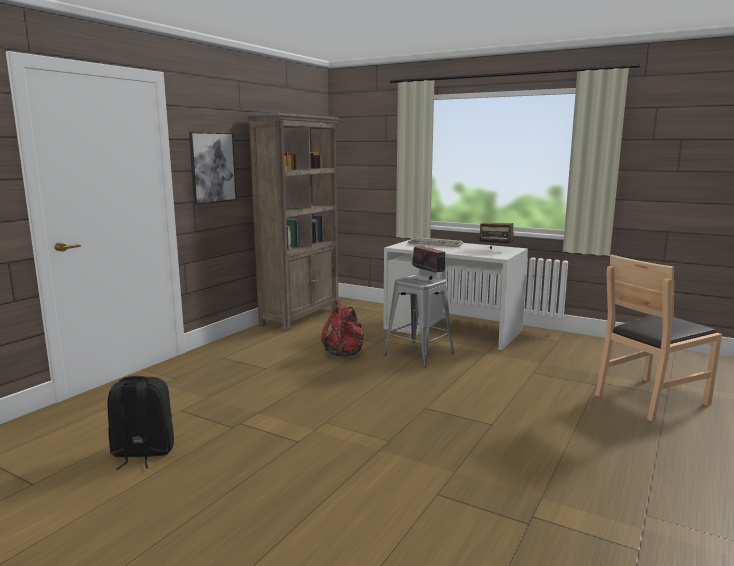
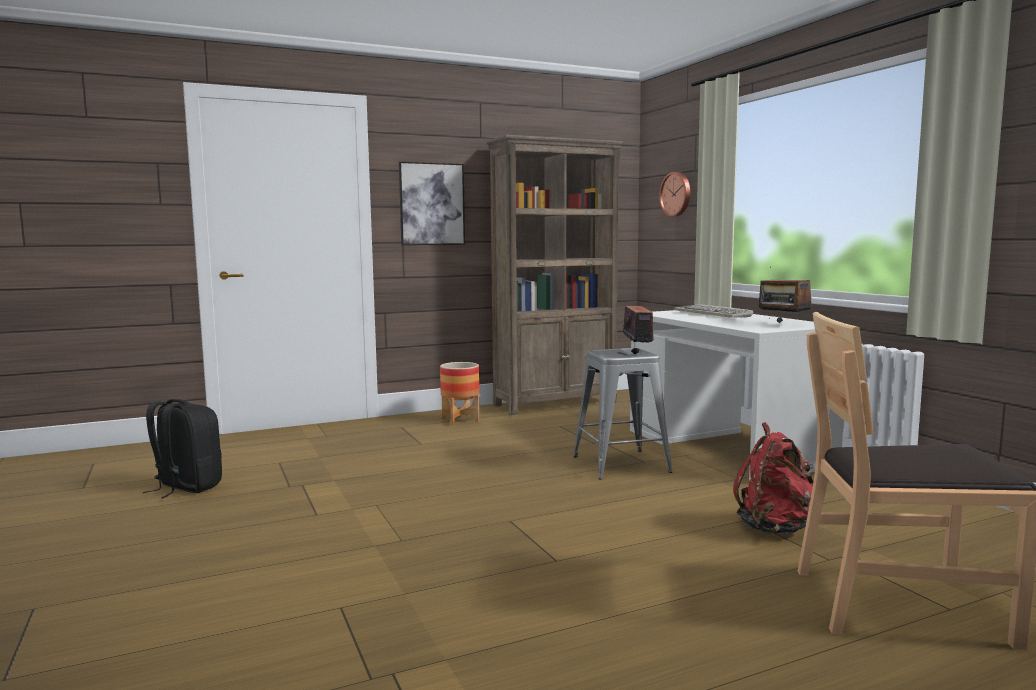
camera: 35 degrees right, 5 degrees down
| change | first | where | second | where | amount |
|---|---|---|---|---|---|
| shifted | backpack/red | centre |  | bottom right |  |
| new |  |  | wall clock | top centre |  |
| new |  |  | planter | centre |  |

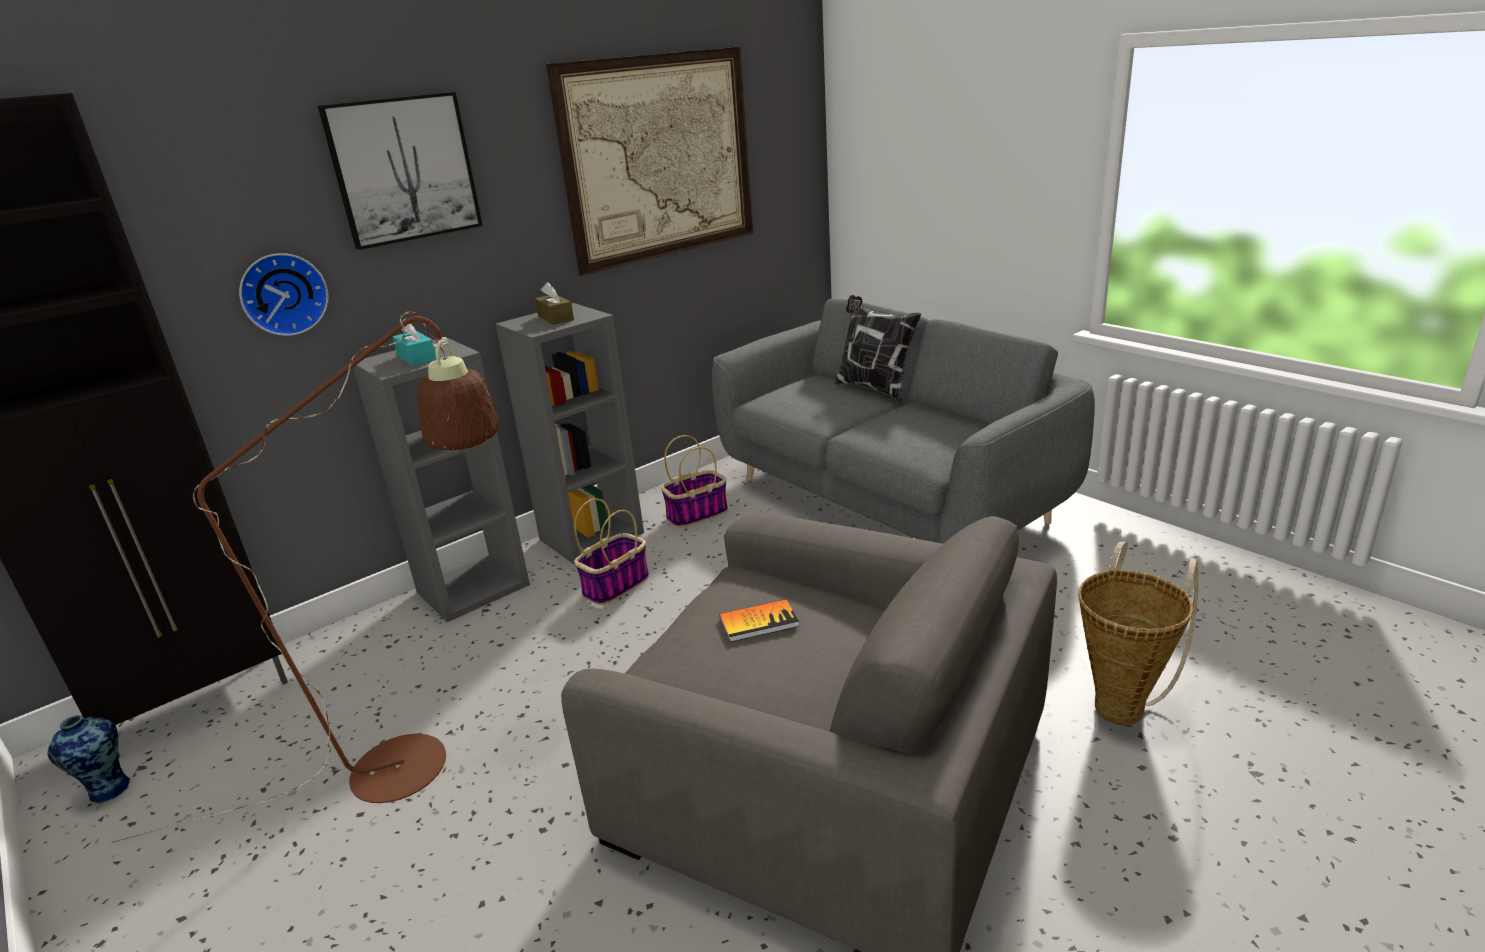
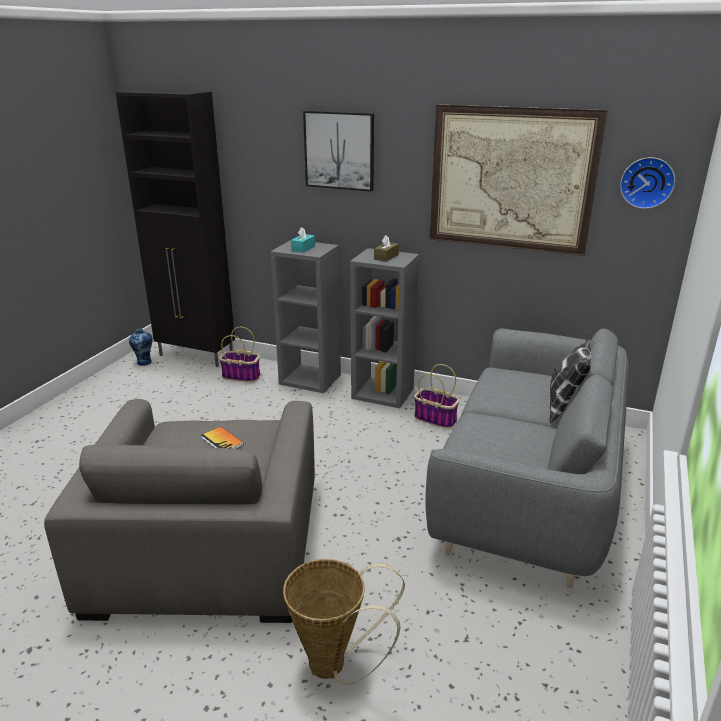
camera: 60 degrees right, 0 degrees up
| change | first | where | second | where | amount |
|---|---|---|---|---|---|
| shifted | wall clock | top left |  | top right |  |
| gone | floor lamp/brown | middle left |  |  |  |
| shifted | basket (no. 1 from left) | centre |  | middle left |  |

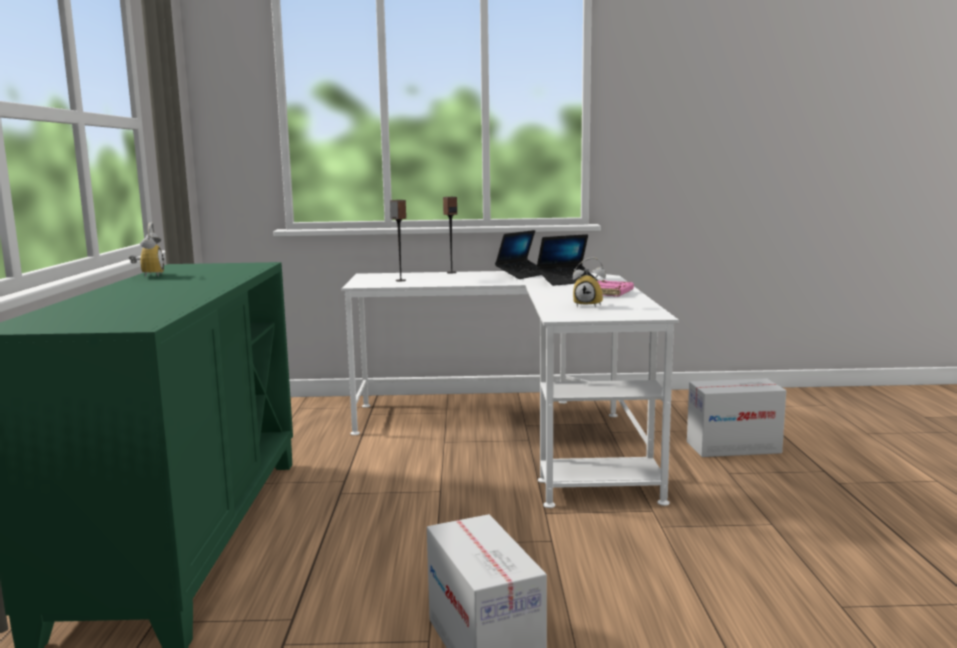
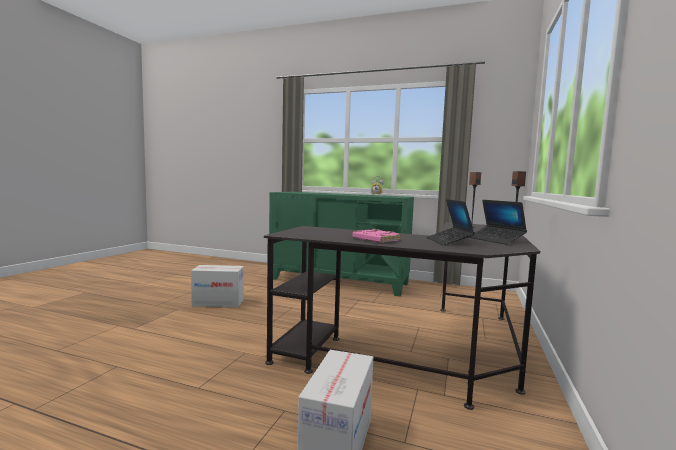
camera: 110 degrees right, 5 degrees down
| change | first | where | second | where | amount |
|---|---|---|---|---|---|
| gone | alarm clock (no. 2 from left) | centre |  |  |  |
| repainted | desk/white | centre | desk/black | bottom centre |  |

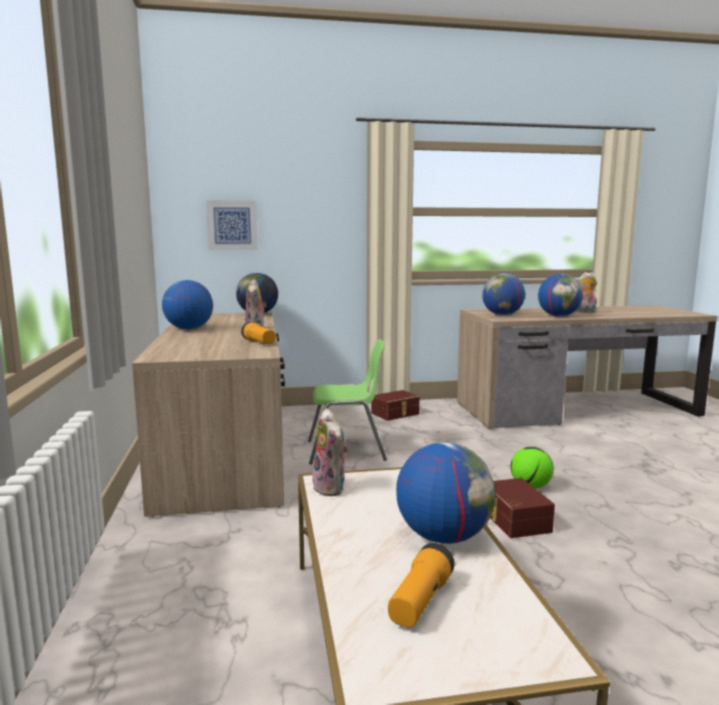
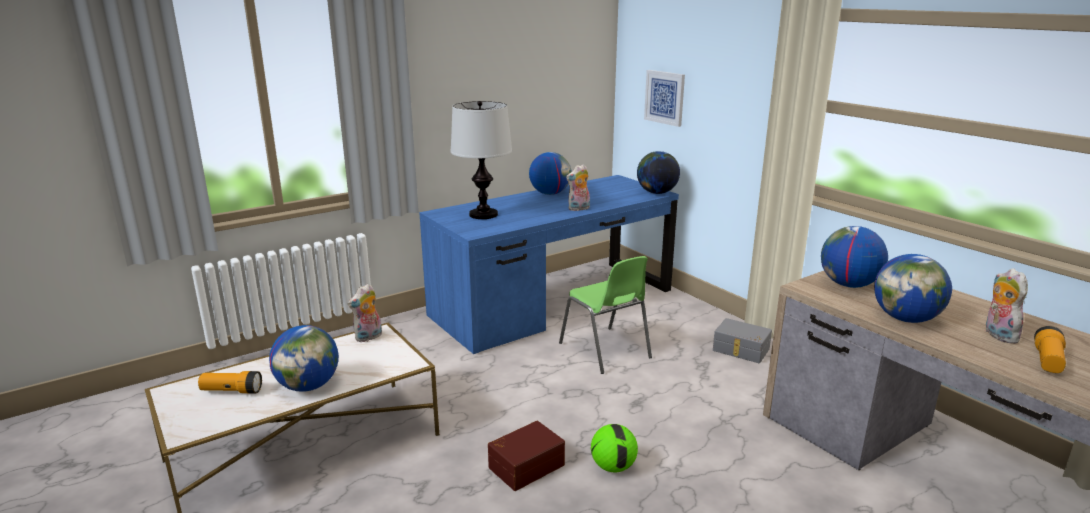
camera: 65 degrees right, 10 degrees up
| change | first | where | second | where | amount |
|---|---|---|---|---|---|
| repainted | desk/brown (no. 1 from left) | middle left | desk/blue | centre |  |
| shifted | flashlight (no. 1 from left in the first image) | centre | flashlight (no. 2 from left) | bottom right |  |
| repainted | storage box/brown (no. 1 from left) | centre | storage box/grey | middle right |  |
| new |  |  | table lamp | top centre |  |

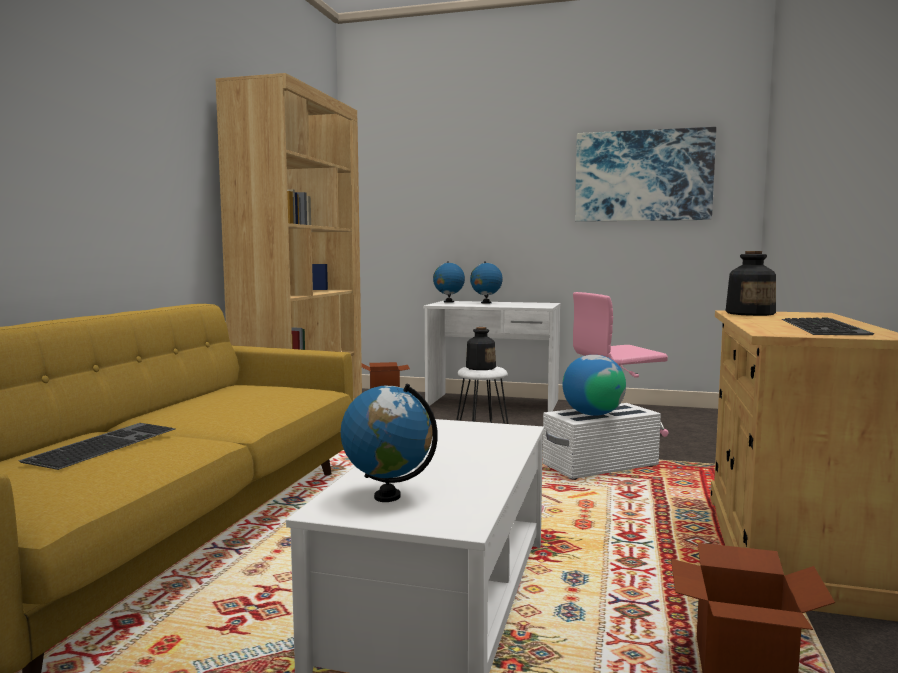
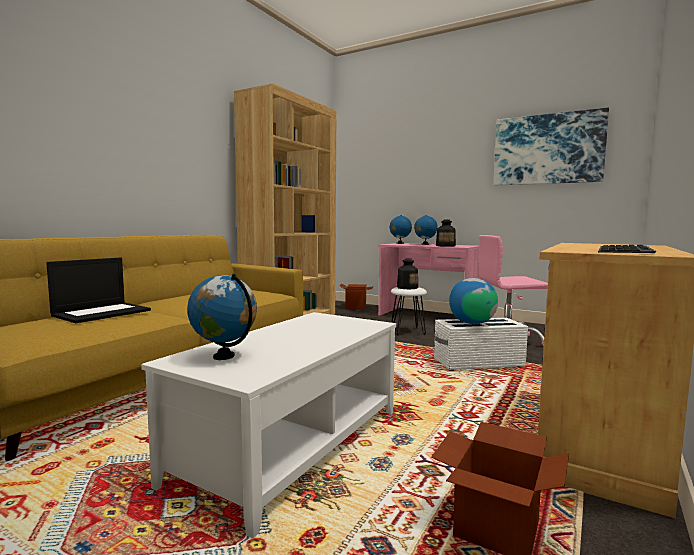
camera: 15 degrees right, 0 degrees up
| change | first | where | second | where | amount |
|---|---|---|---|---|---|
| shifted | bottle (no. 2 from left) | middle right |  | centre |  |
| repainted | desk/white | centre | desk/pink | centre |  |
| swapped | keyboard (no. 1 from left) | middle left | laptop | middle left |  |

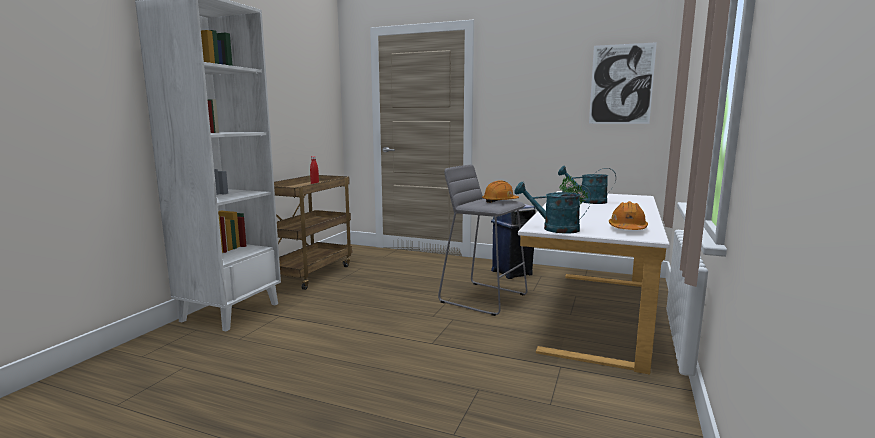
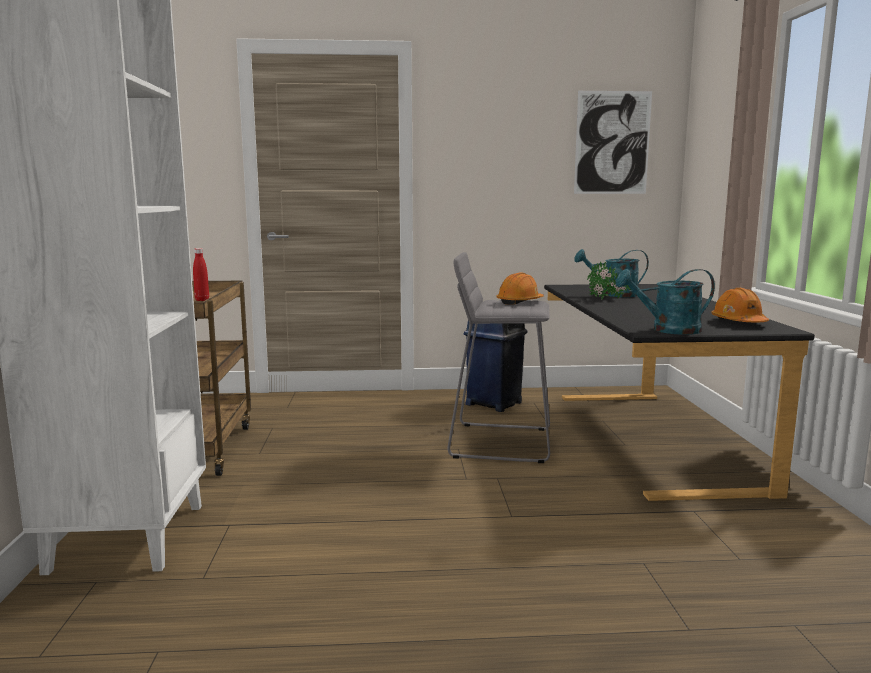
camera: 25 degrees left, 0 degrees up
| change | first | where | second | where | amount |
|---|---|---|---|---|---|
| repainted | desk/white | middle right | desk/black | middle right |  |

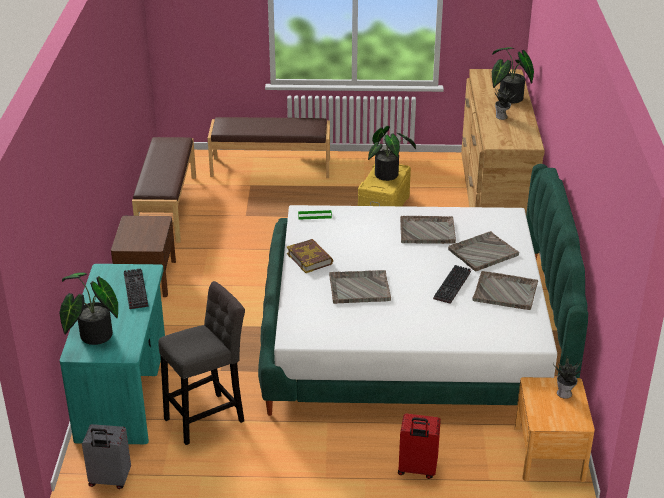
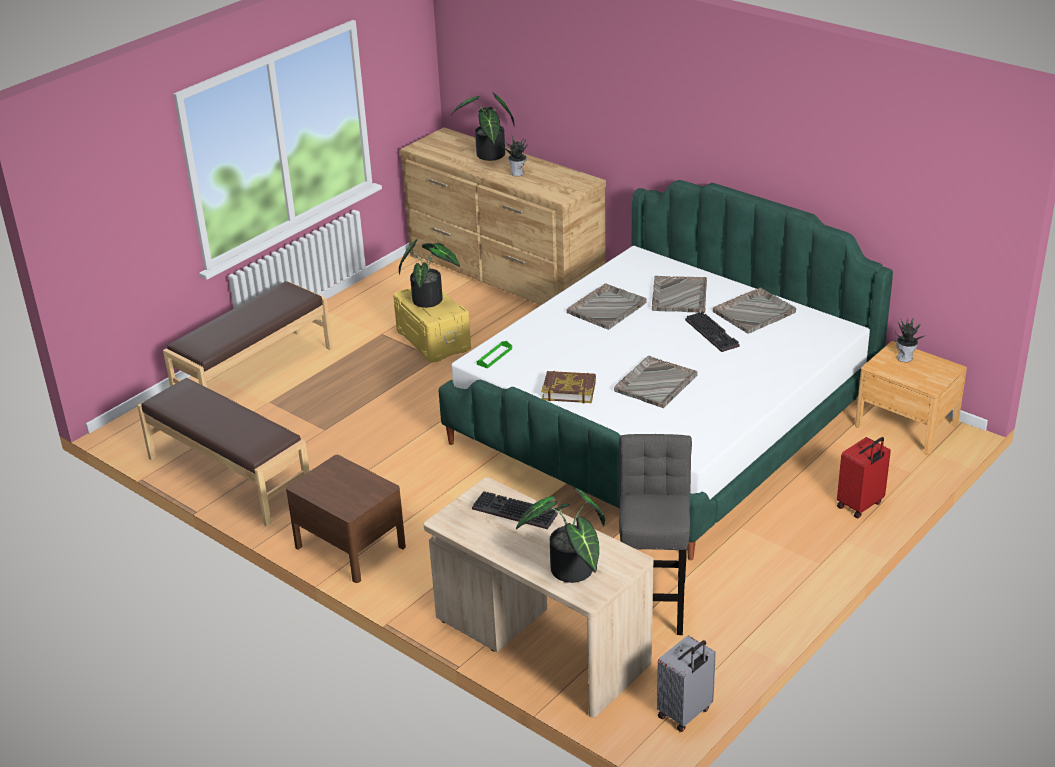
camera: 50 degrees left, 0 degrees up
| change | first | where | second | where | amount |
|---|---|---|---|---|---|
| repainted | desk/turquoise | bottom left | desk/beige | bottom centre |  |

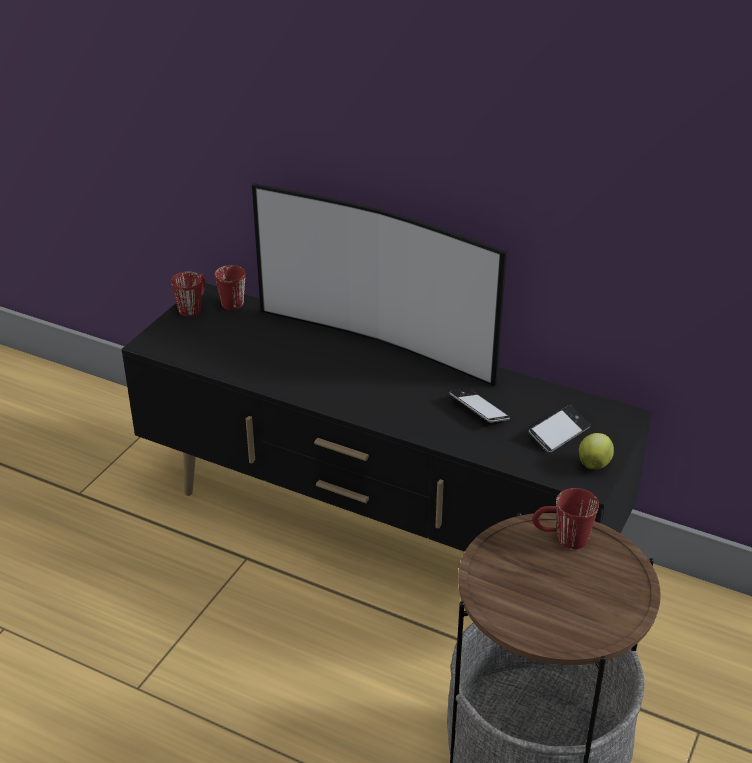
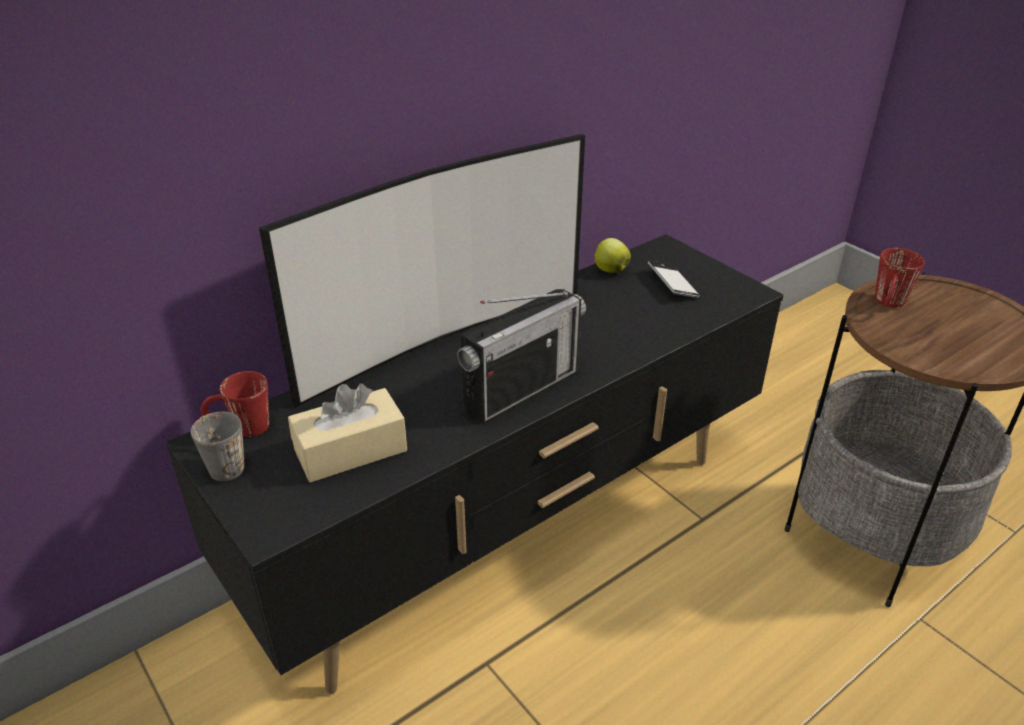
camera: 65 degrees left, 0 degrees up
| change | first | where | second | where | amount |
|---|---|---|---|---|---|
| repainted | mug/red (no. 1 from left) | middle left | mug/grey | middle left |  |
| gone | phone (no. 1 from left) | centre |  |  |  |
| shifted | apple | middle right |  | centre |  |
| new |  |  | radio | centre |  |
| new |  |  | tissue box/beige | centre |  |

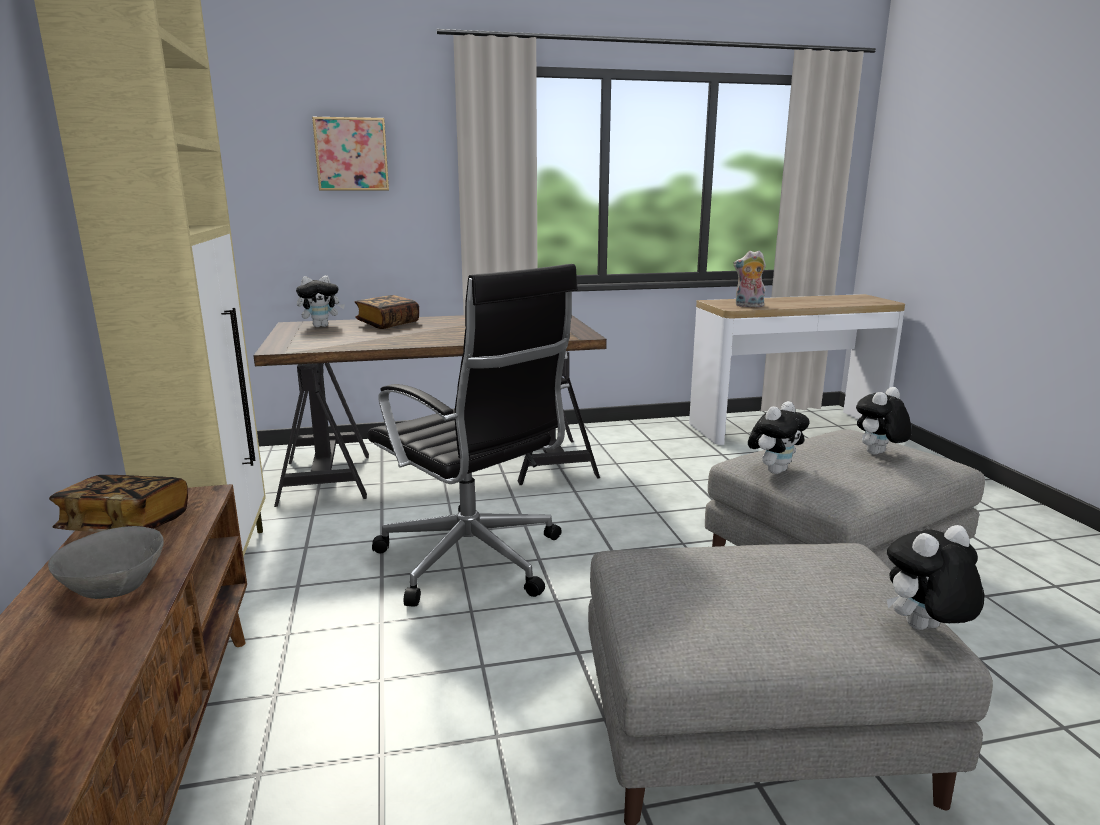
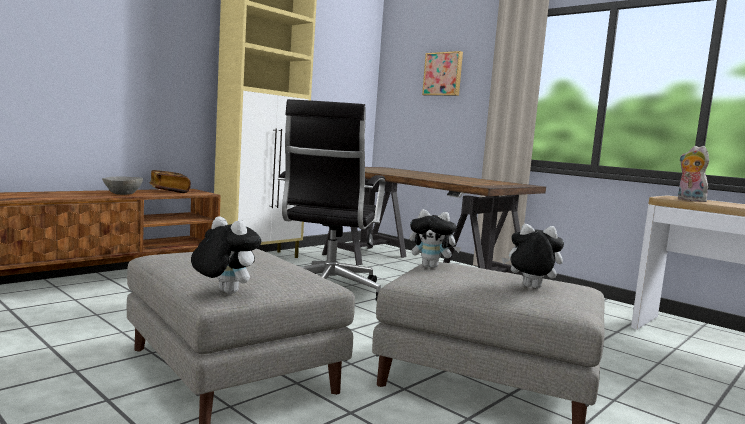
camera: 55 degrees right, 10 degrees down
| change | first | where | second | where | amount |
|---|---|---|---|---|---|
| gone | plush toy (no. 1 from left) | middle left |  |  |  |
| gone | book (no. 2 from left) | centre |  |  |  |

